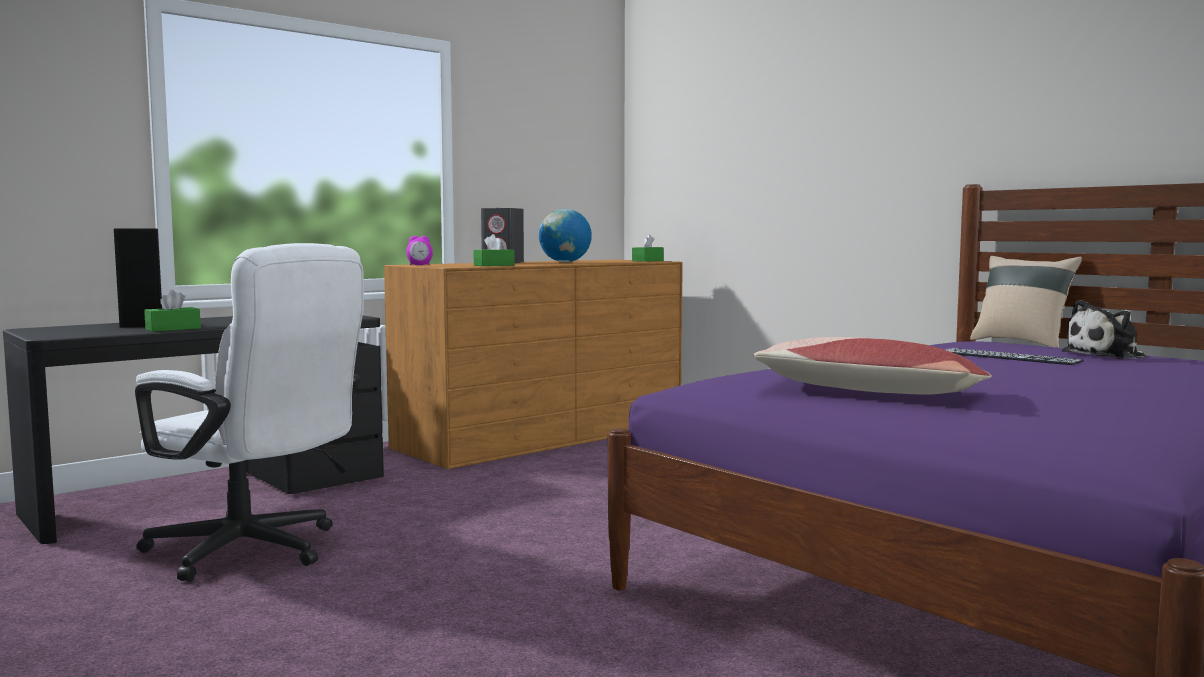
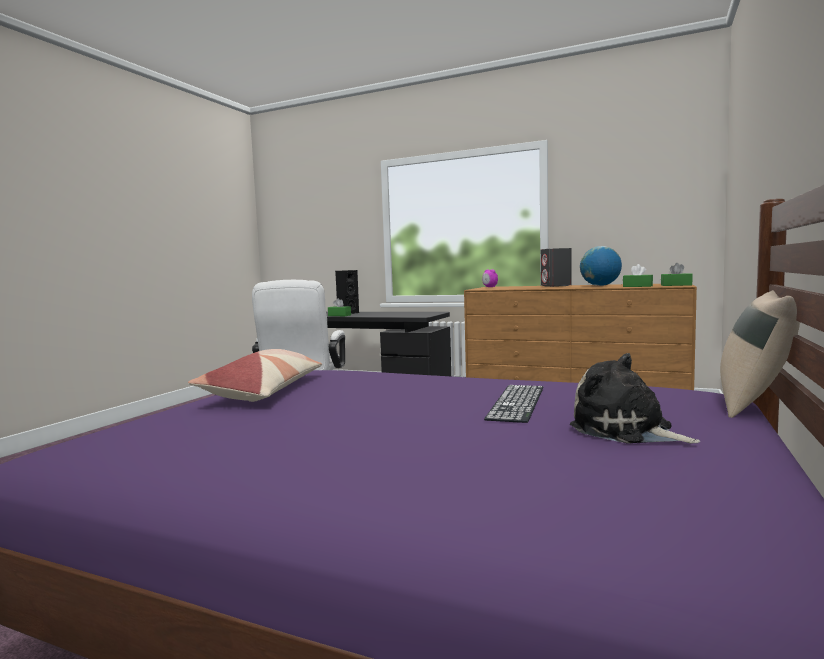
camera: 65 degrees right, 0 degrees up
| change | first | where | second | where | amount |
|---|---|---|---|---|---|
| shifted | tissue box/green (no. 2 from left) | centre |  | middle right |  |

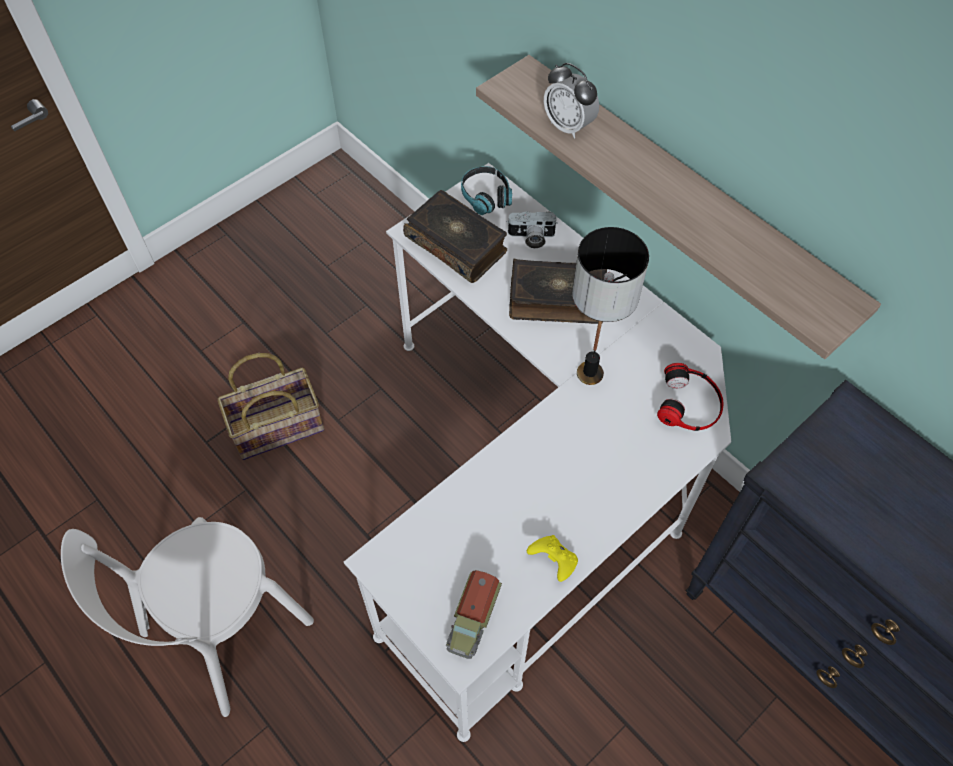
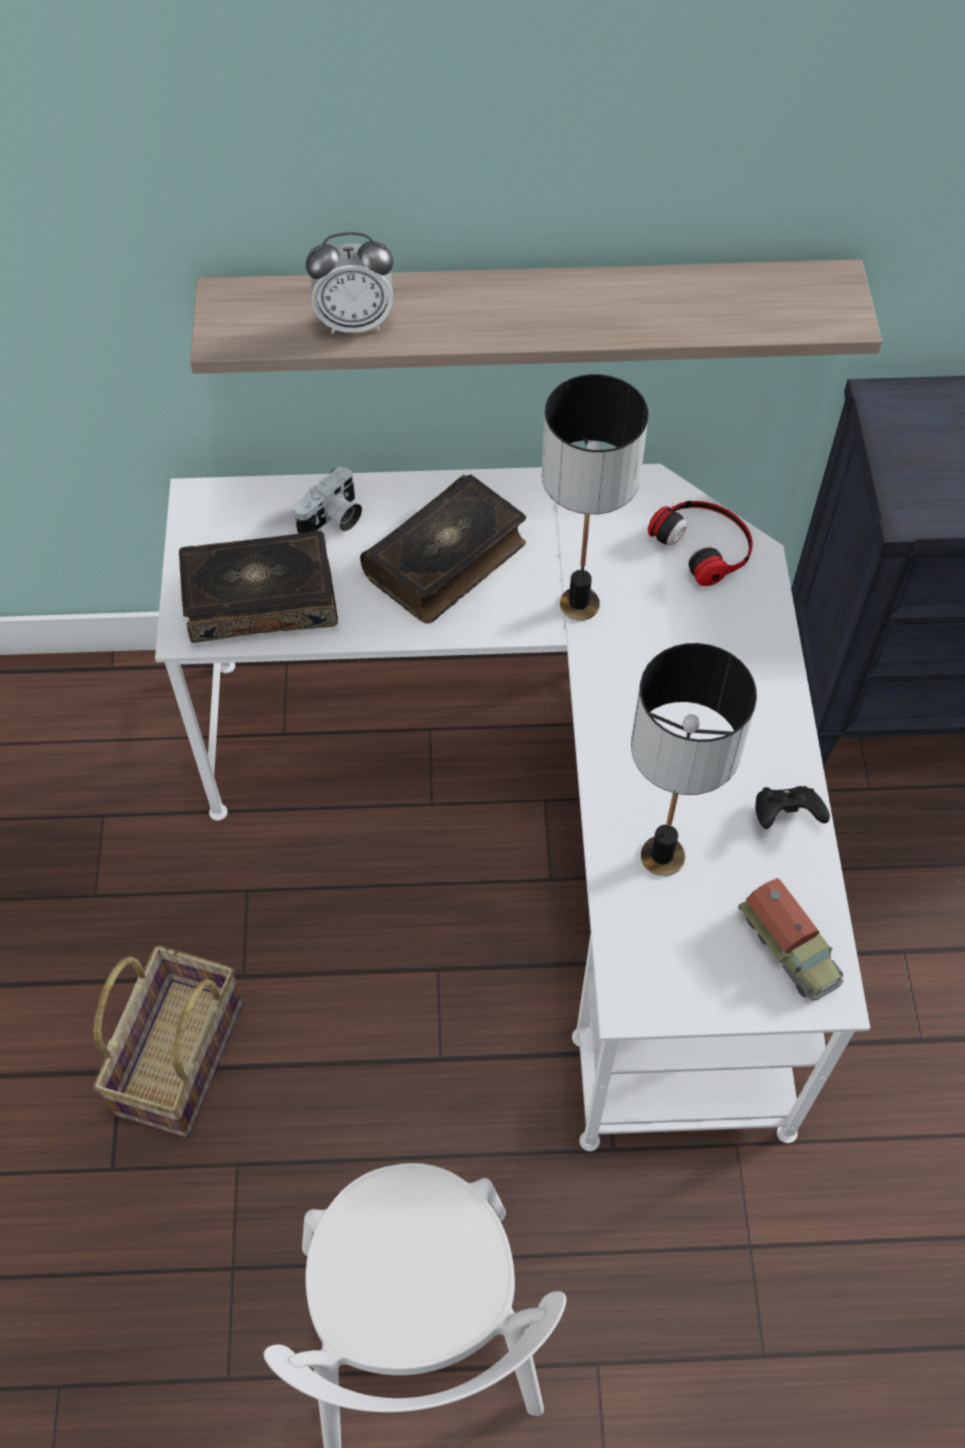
camera: 50 degrees left, 0 degrees up
| change | first | where | second | where | amount |
|---|---|---|---|---|---|
| gone | headphones (no. 1 from left) | top centre |  |  |  |
| repainted | game controller/yellow | bottom centre | game controller/black | middle right |  |
| new |  |  | table lamp (no. 2 from left) | middle right |  |

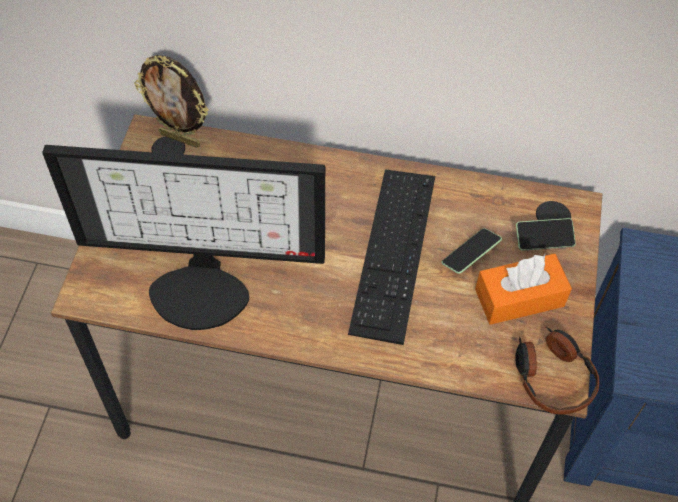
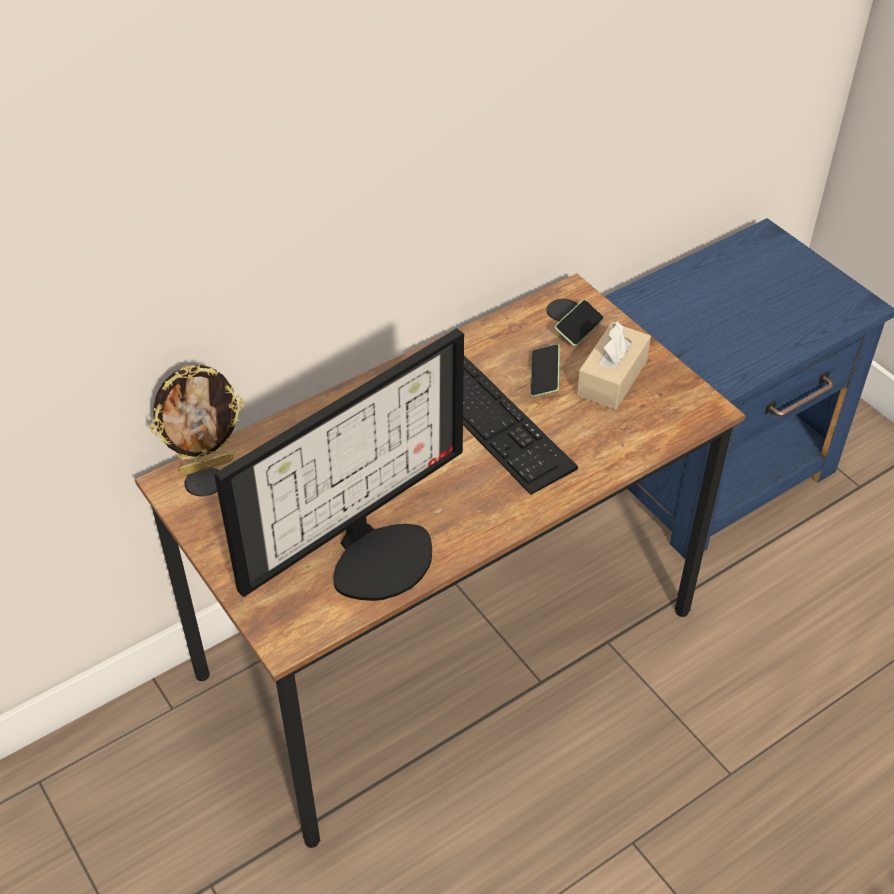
camera: 45 degrees left, 10 degrees down
| change | first | where | second | where | amount |
|---|---|---|---|---|---|
| repainted | tissue box/orange | middle right | tissue box/beige | middle right |  |
| gone | headphones | bottom right |  |  |  |

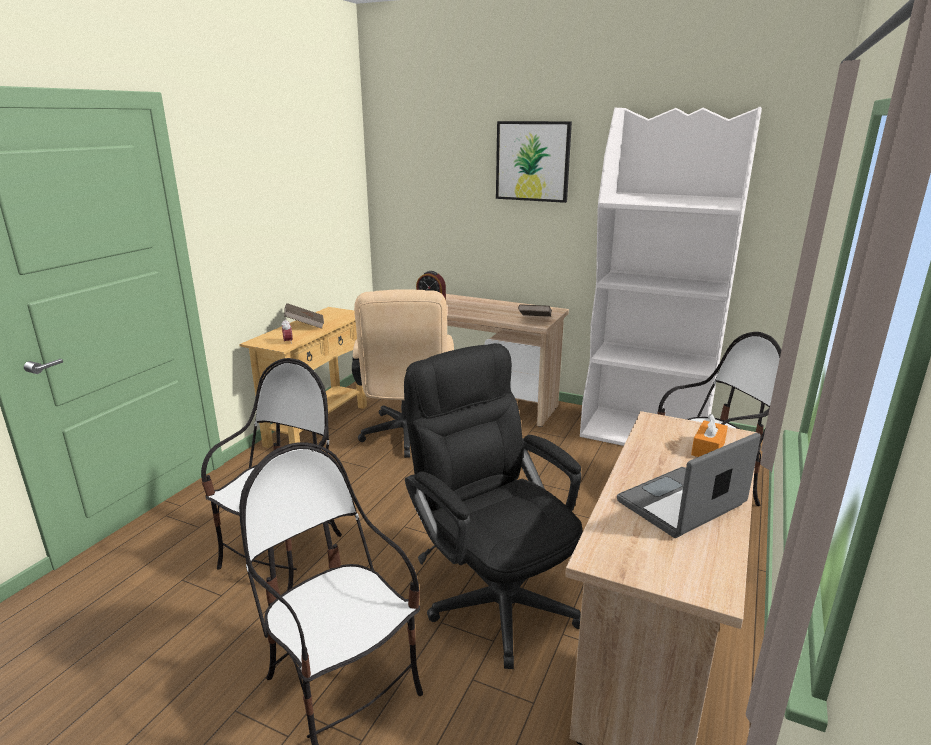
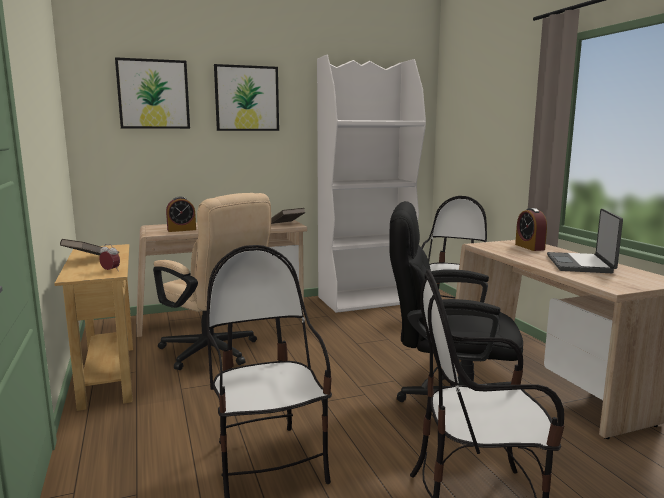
camera: 45 degrees left, 10 degrees down
| change | first | where | second | where | amount |
|---|---|---|---|---|---|
| swapped | tissue box/orange | middle right | alarm clock (no. 3 from left) | middle right |  |
| new |  |  | picture (no. 1 from left) | top left |  |

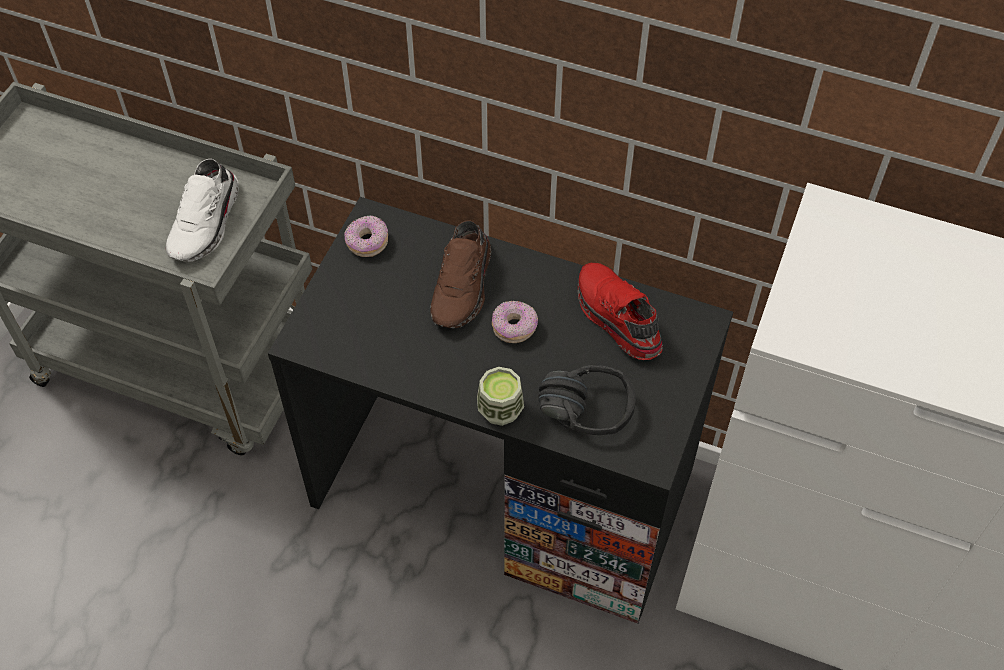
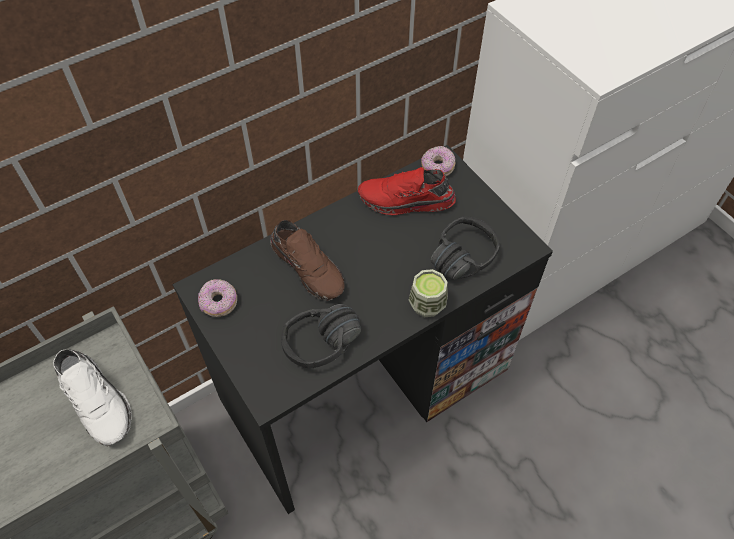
camera: 55 degrees left, 0 degrees up
| change | first | where | second | where | amount |
|---|---|---|---|---|---|
| shifted | donut (no. 2 from left) | centre |  | top centre |  |
| new |  |  | headphones/black (no. 1 from left) | centre |  |

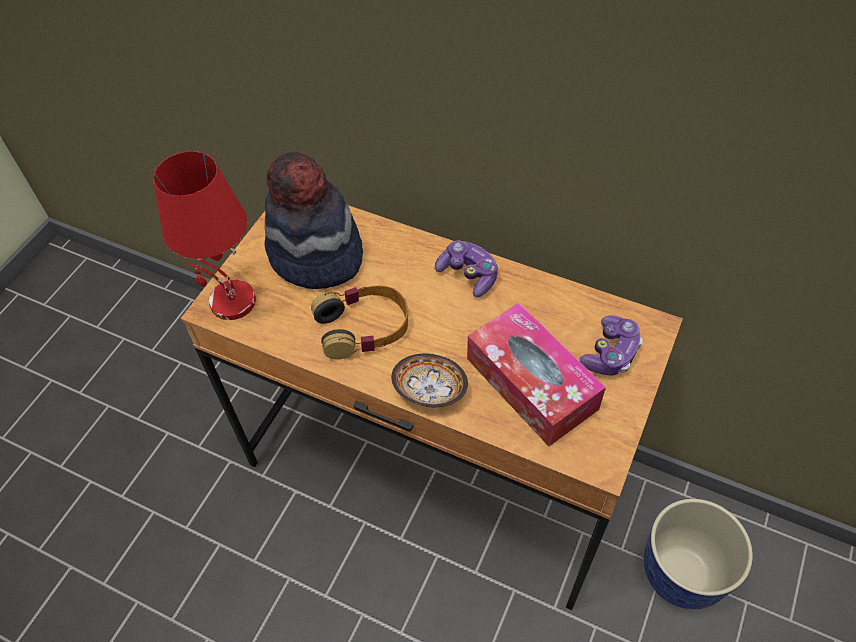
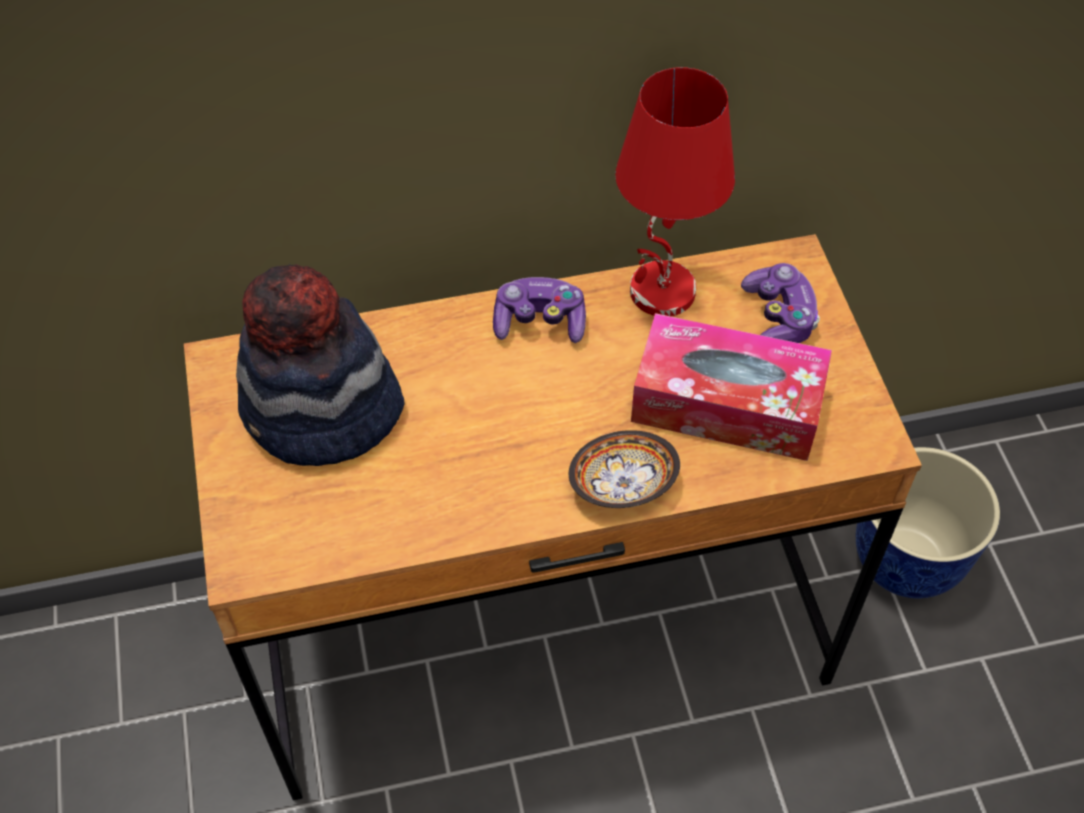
camera: 40 degrees left, 0 degrees up
| change | first | where | second | where | amount |
|---|---|---|---|---|---|
| shifted | table lamp/red | middle left |  | top centre |  |
| gone | headphones | centre |  |  |  |

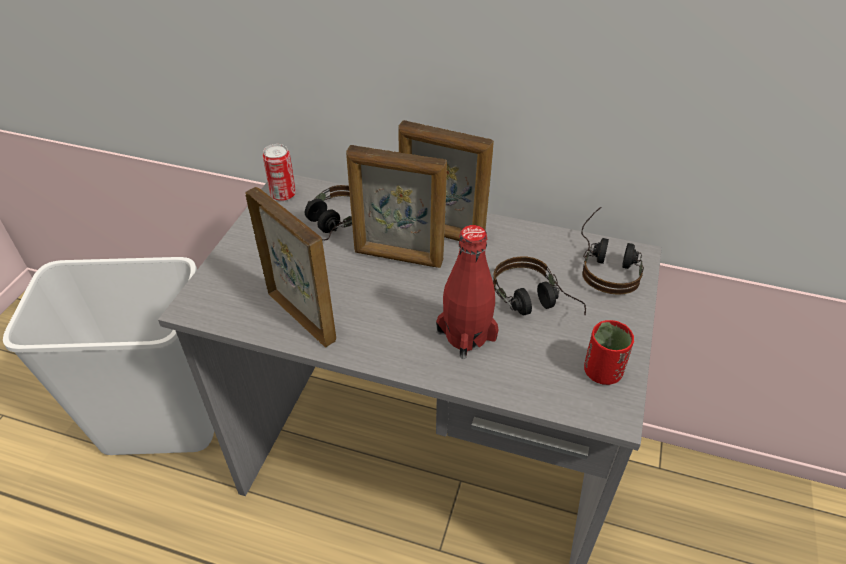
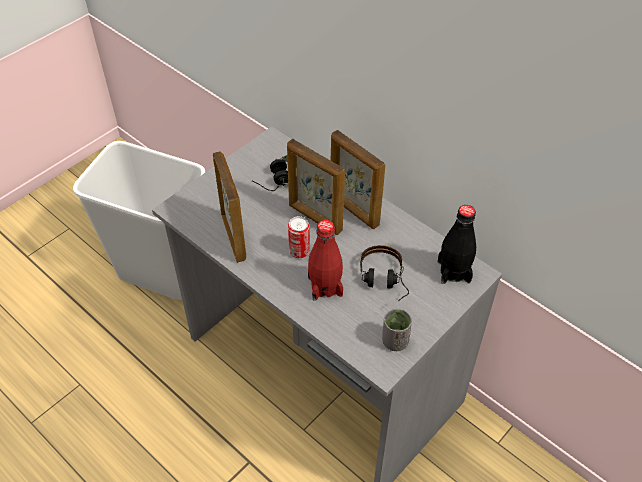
camera: 25 degrees right, 5 degrees up
| change | first | where | second | where | amount |
|---|---|---|---|---|---|
| shifted | can | top left |  | centre |  |
| swapped | headphones (no. 3 from left) | middle right | bottle/black | middle right |  |
| repainted | cup/red | middle right | cup/grey | bottom centre |  |

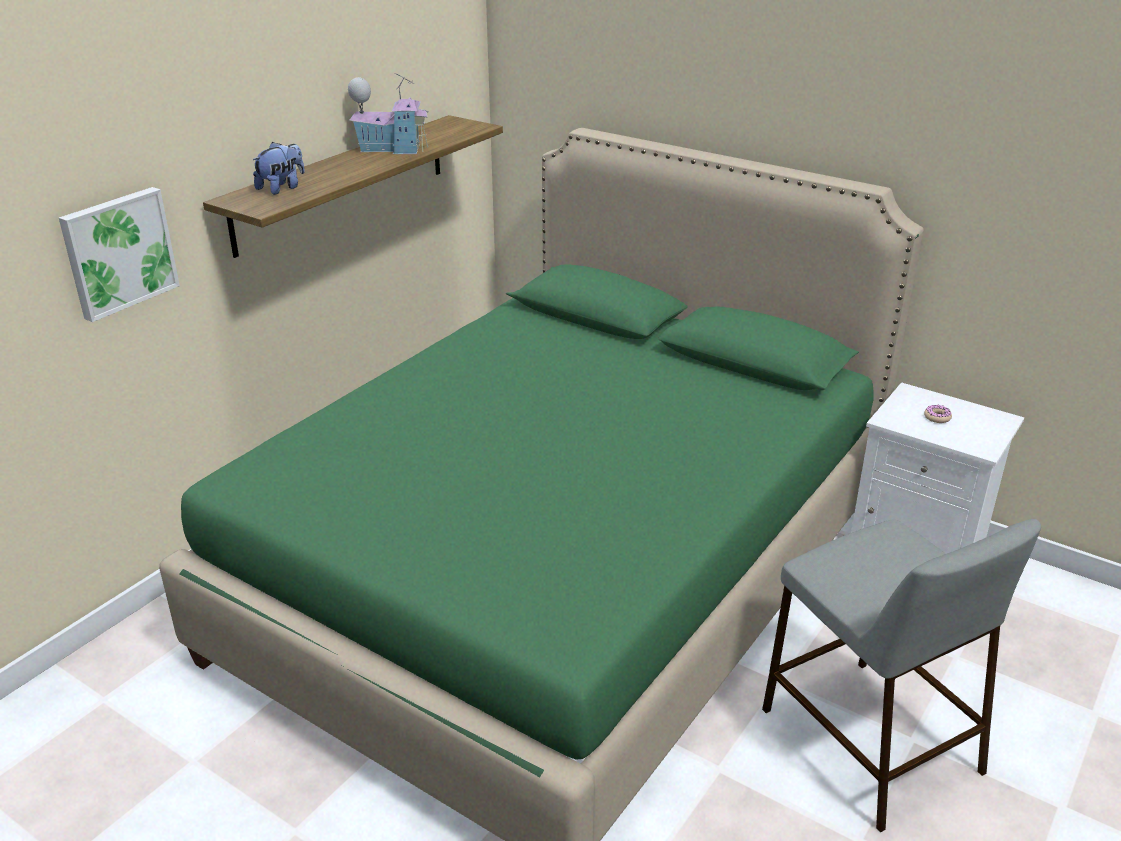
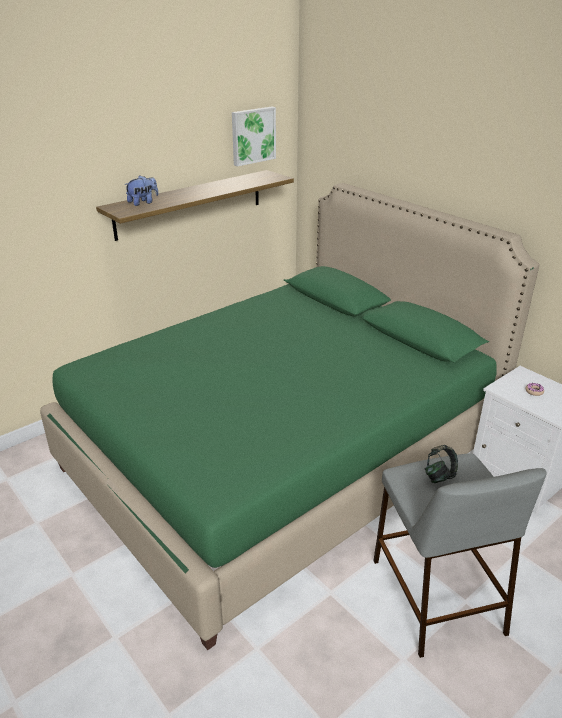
camera: 15 degrees right, 0 degrees up
| change | first | where | second | where | amount |
|---|---|---|---|---|---|
| gone | toy house | top centre |  |  |  |
| shifted | picture | top left |  | top centre |  |
| new |  |  | headphones | middle right |  |

